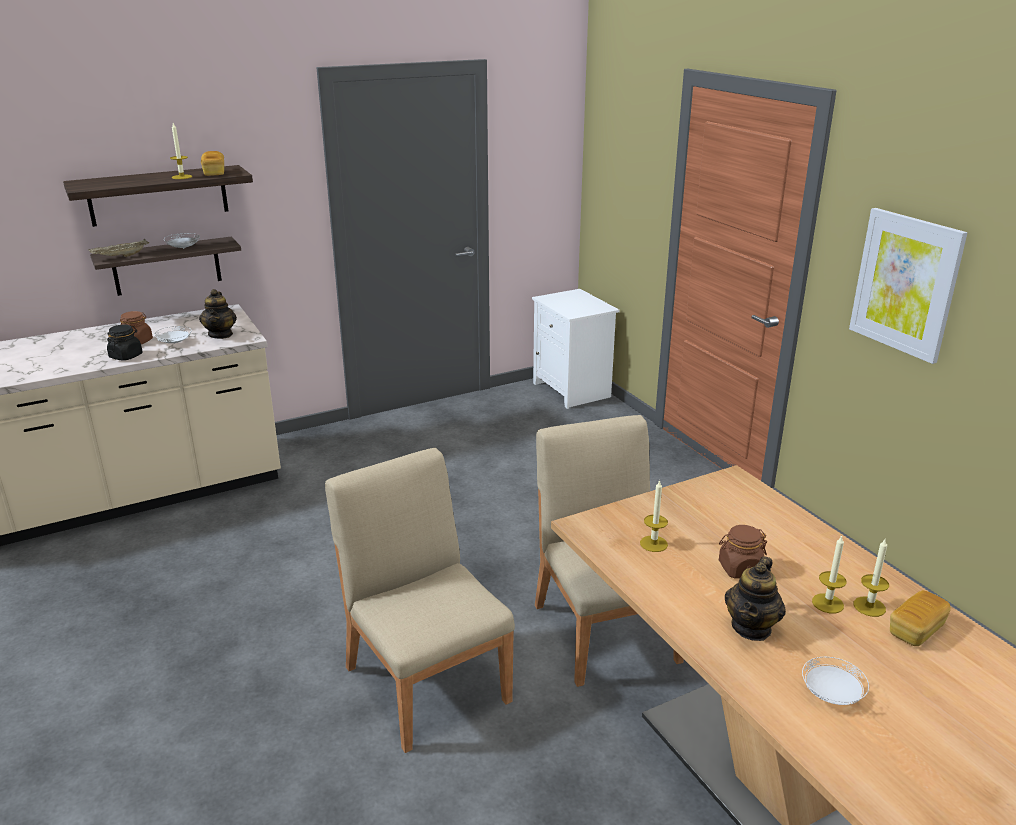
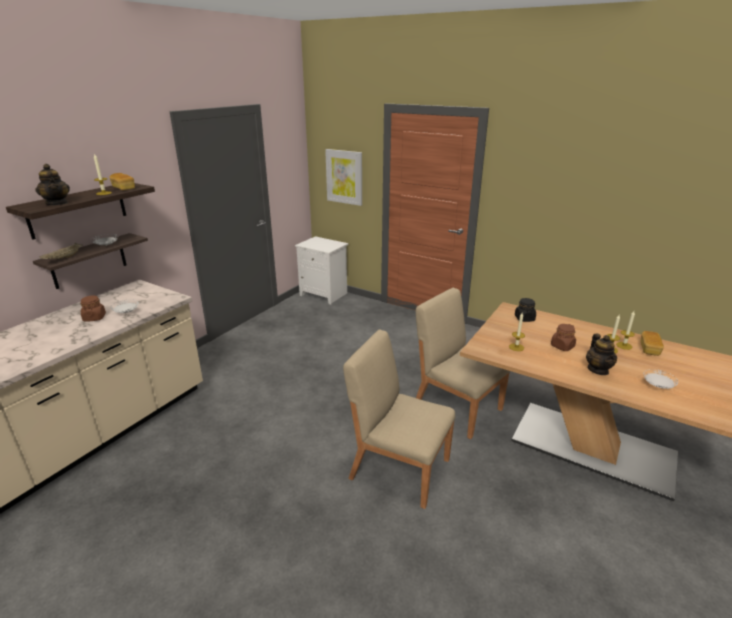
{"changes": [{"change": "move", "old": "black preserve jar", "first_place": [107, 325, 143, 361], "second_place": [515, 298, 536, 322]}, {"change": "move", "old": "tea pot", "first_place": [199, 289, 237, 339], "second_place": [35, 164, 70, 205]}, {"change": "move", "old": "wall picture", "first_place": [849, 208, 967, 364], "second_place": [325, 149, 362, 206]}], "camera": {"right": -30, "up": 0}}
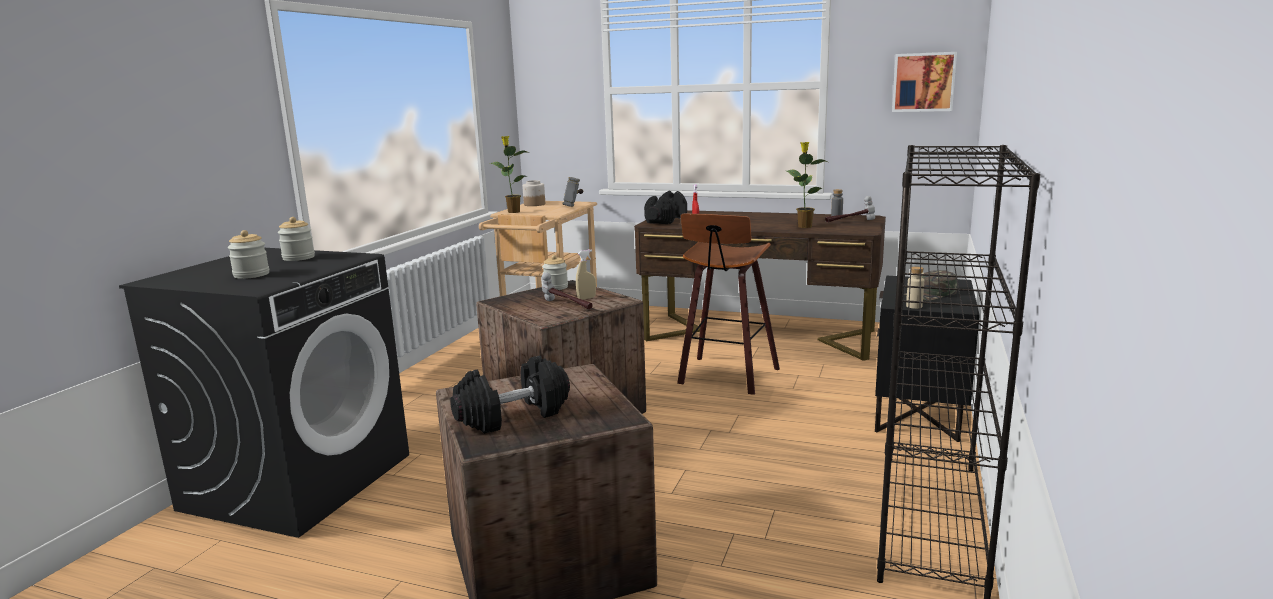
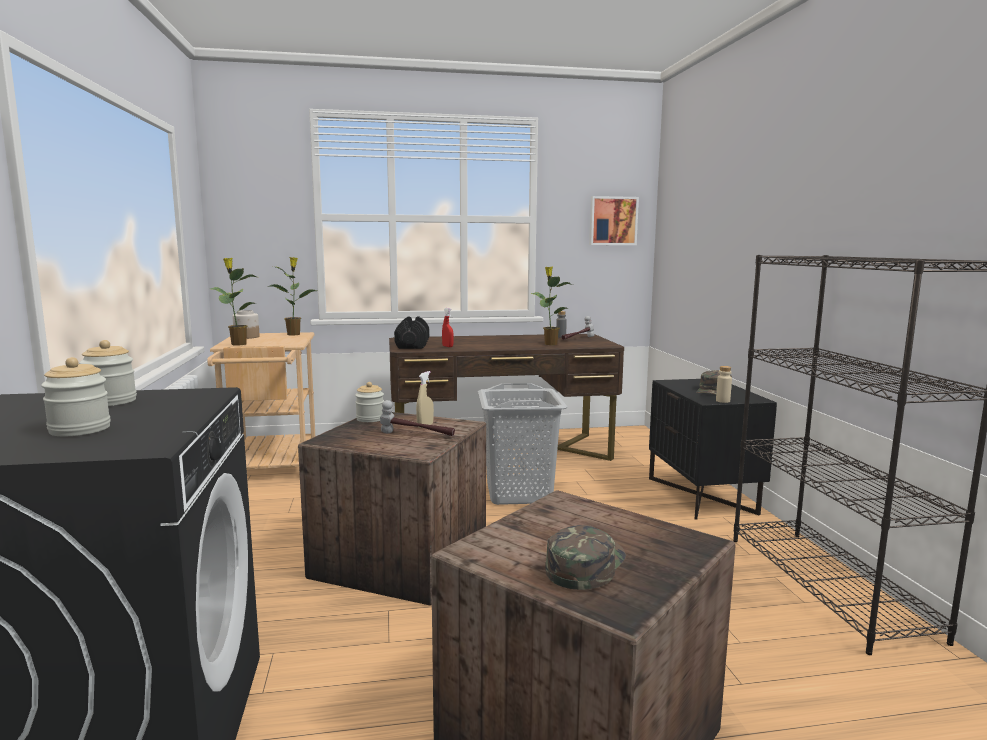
{"changes": [{"change": "replace", "old": "black free weight", "new": "green cap", "first_place": [450, 355, 570, 434], "second_place": [545, 525, 626, 590]}, {"change": "replace", "old": "tool hammer", "new": "plant in a pot", "first_place": [562, 177, 583, 207], "second_place": [270, 257, 316, 335]}, {"change": "replace", "old": "stool seat", "new": "greyish hamper", "first_place": [677, 213, 780, 395], "second_place": [478, 383, 567, 505]}], "camera": {"right": -30, "up": -5}}
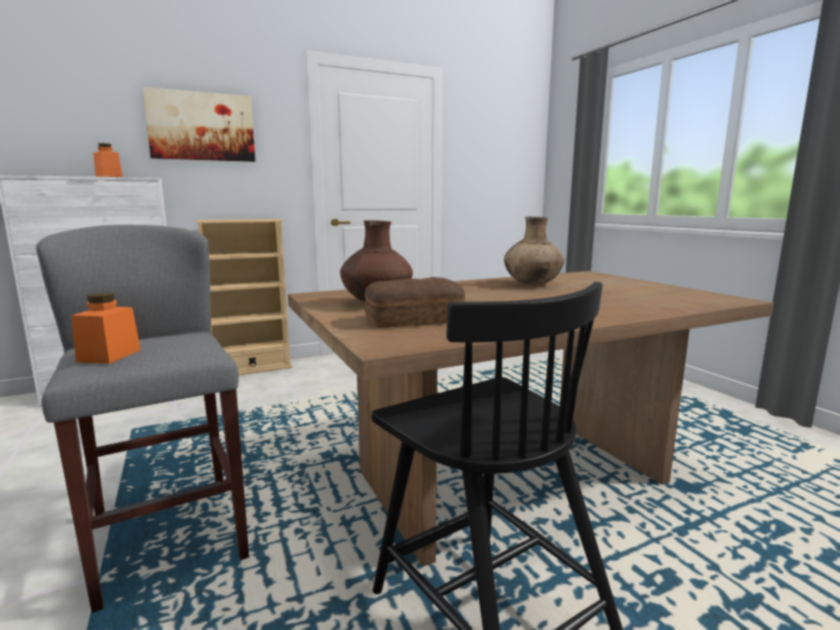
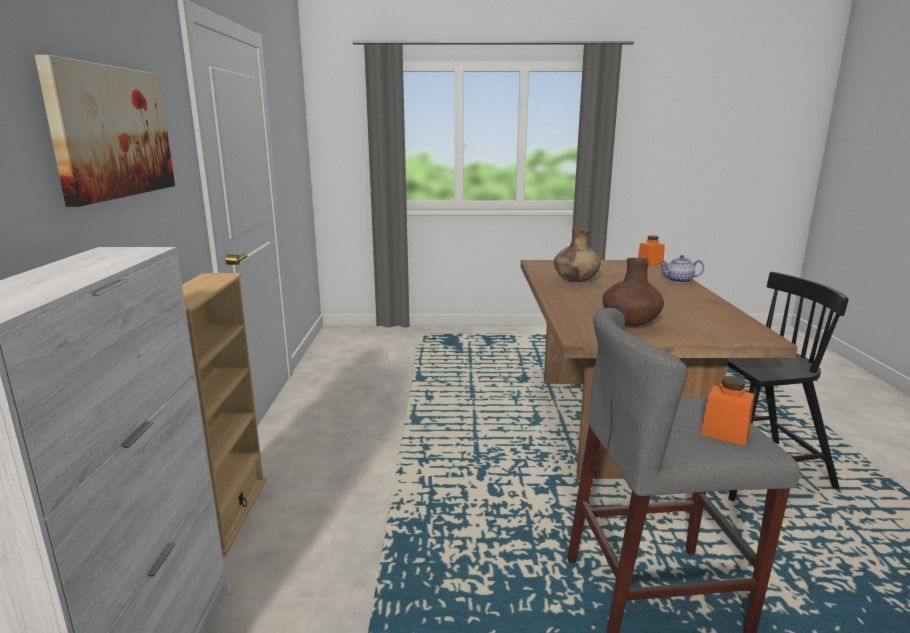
{"changes": [{"change": "move", "old": "orange preserve jar", "first_place": [93, 143, 123, 177], "second_place": [638, 236, 665, 267]}, {"change": "delete", "old": "baked bread", "first_place": [365, 277, 465, 328]}, {"change": "insert", "new": "tea pot", "second_place": [659, 255, 704, 283]}], "camera": {"right": -65, "up": 5}}
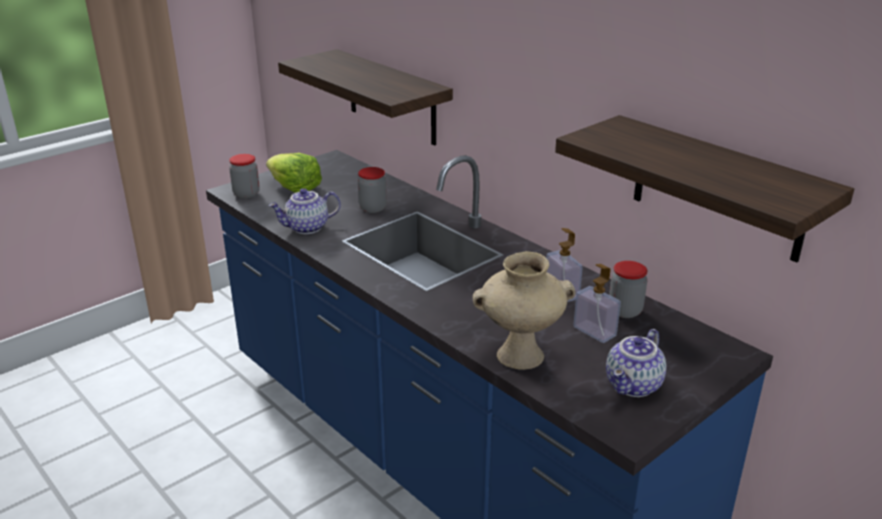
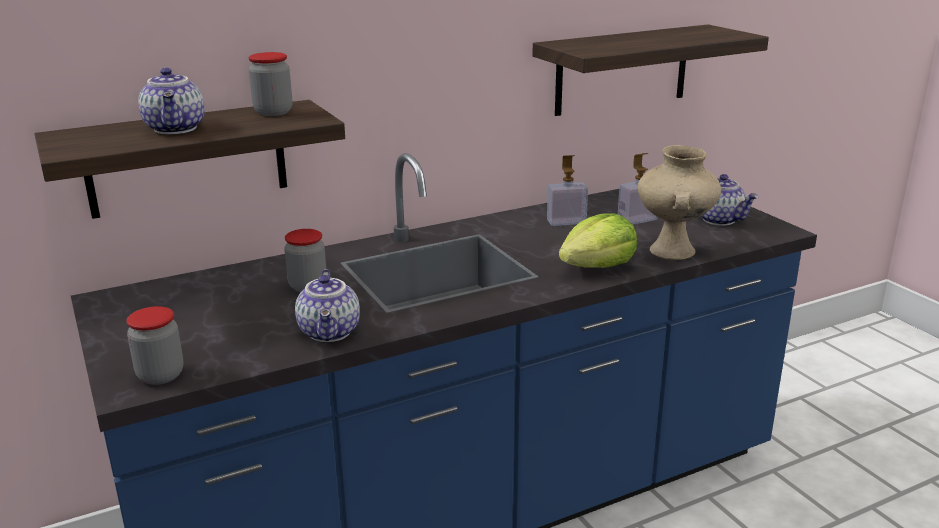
{"changes": [{"change": "move", "old": "head of lettuce", "first_place": [266, 153, 322, 193], "second_place": [559, 213, 637, 268]}, {"change": "move", "old": "preserve jar", "first_place": [609, 261, 647, 318], "second_place": [249, 52, 292, 116]}, {"change": "insert", "new": "tea pot", "second_place": [138, 68, 205, 134]}], "camera": {"right": -75, "up": -5}}
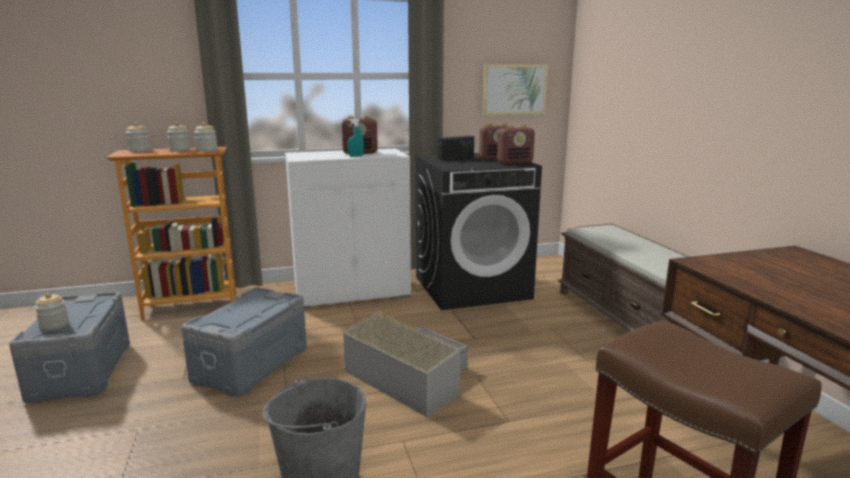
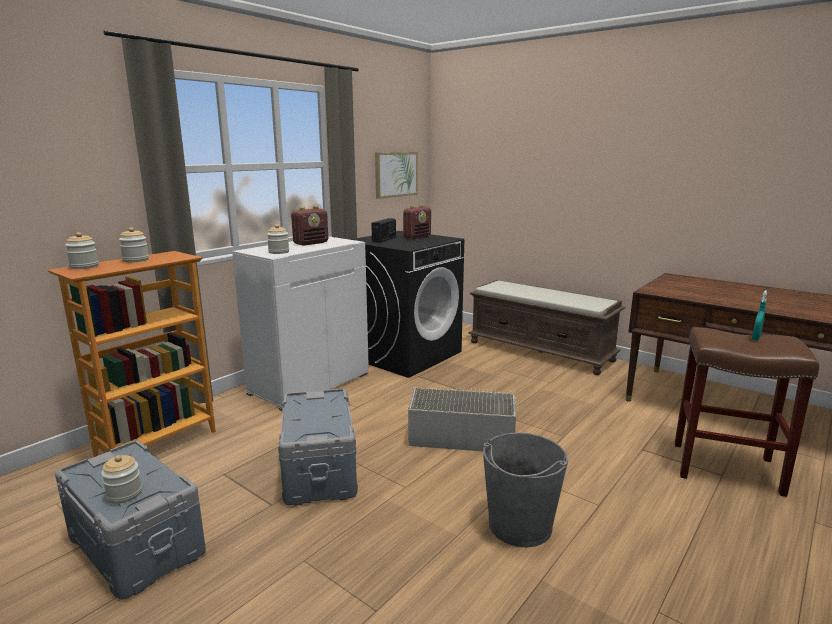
{"changes": [{"change": "move", "old": "preserve jar", "first_place": [194, 122, 218, 152], "second_place": [267, 224, 289, 254]}, {"change": "move", "old": "blue-green spray bottle", "first_place": [347, 119, 364, 157], "second_place": [752, 291, 767, 340]}, {"change": "delete", "old": "radio", "first_place": [497, 125, 535, 164]}], "camera": {"right": -35, "up": 0}}
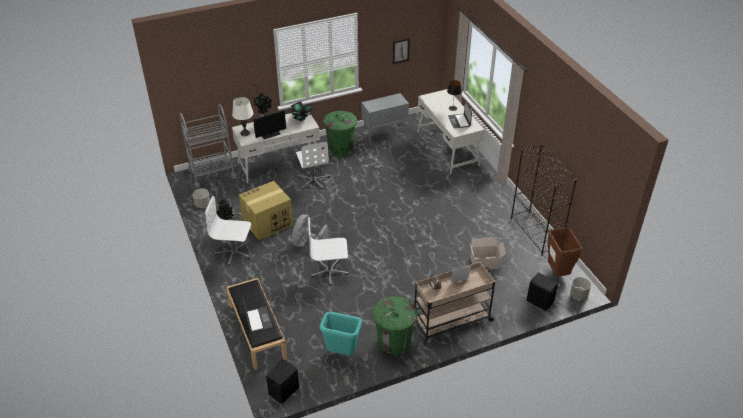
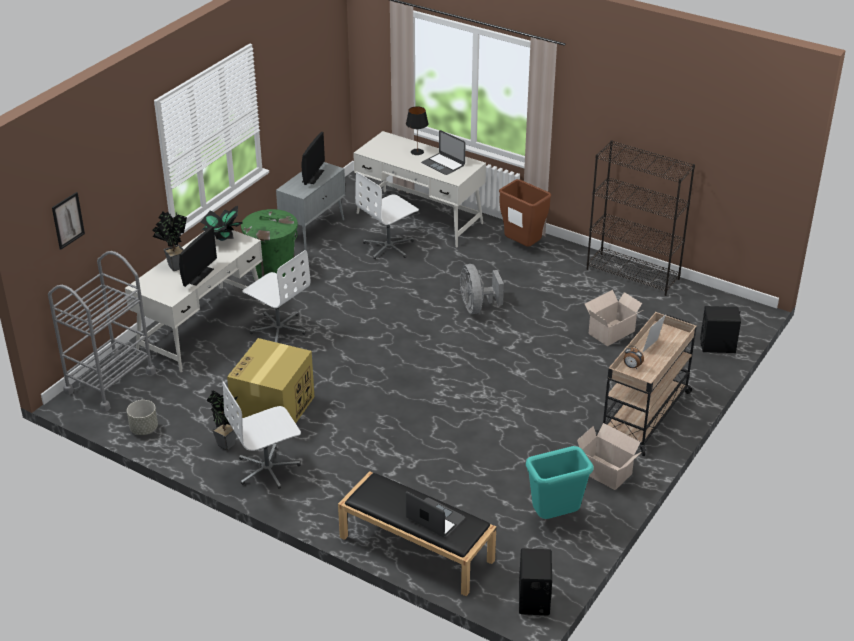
{"changes": [{"change": "delete", "old": "white tabletop lamp", "first_place": [232, 97, 253, 136]}, {"change": "move", "old": "greyish cooling fan", "first_place": [292, 214, 328, 247], "second_place": [460, 264, 504, 314]}, {"change": "move", "old": "white computer chair", "first_place": [308, 217, 349, 285], "second_place": [355, 172, 419, 259]}, {"change": "replace", "old": "green waste bin", "new": "carton", "first_place": [373, 296, 417, 356], "second_place": [577, 423, 641, 490]}, {"change": "move", "old": "wall picture", "first_place": [393, 38, 410, 64], "second_place": [52, 192, 85, 250]}, {"change": "move", "old": "brownish waste bin", "first_place": [548, 227, 582, 277], "second_place": [499, 179, 551, 247]}, {"change": "delete", "old": "greyish flower pot", "first_place": [570, 277, 591, 300]}, {"change": "insert", "new": "computer screen", "second_place": [301, 132, 325, 185]}], "camera": {"right": -35, "up": -5}}
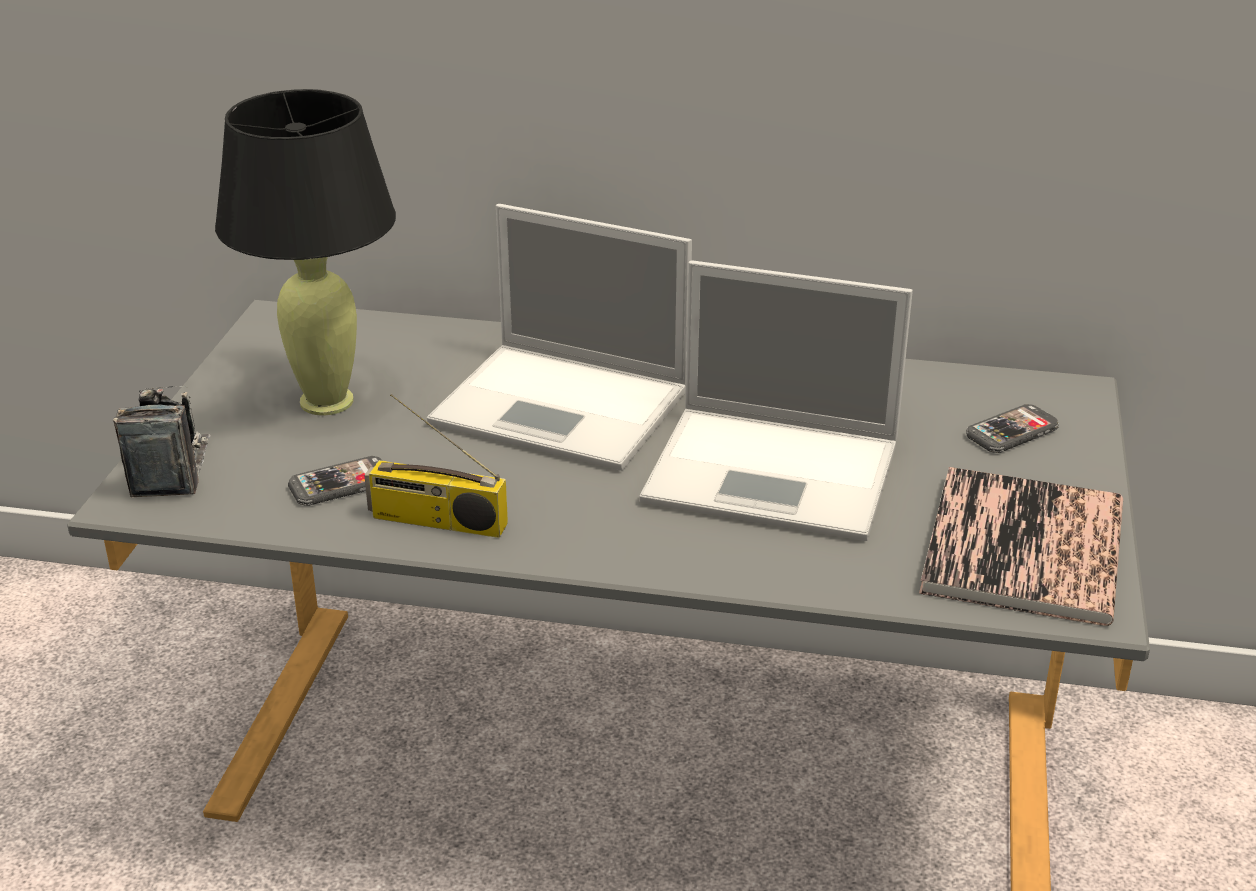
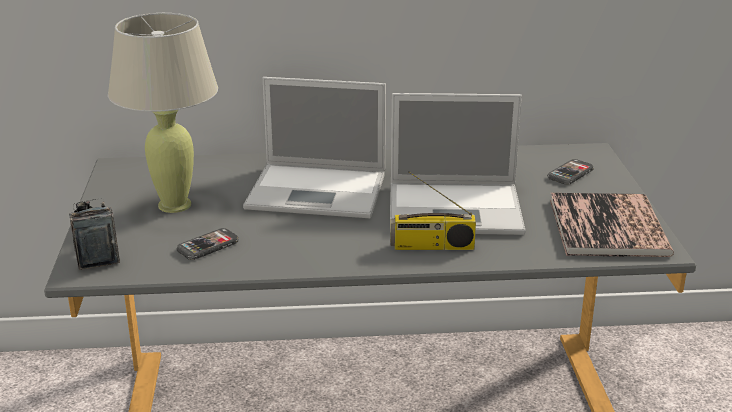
{"changes": [{"change": "recolor", "old": "black tabletop lamp", "new": "beige-coloured tabletop lamp", "first_place": [215, 89, 396, 416], "second_place": [108, 13, 218, 213]}, {"change": "move", "old": "radio", "first_place": [364, 394, 508, 538], "second_place": [390, 171, 476, 250]}], "camera": {"right": -15, "up": -5}}
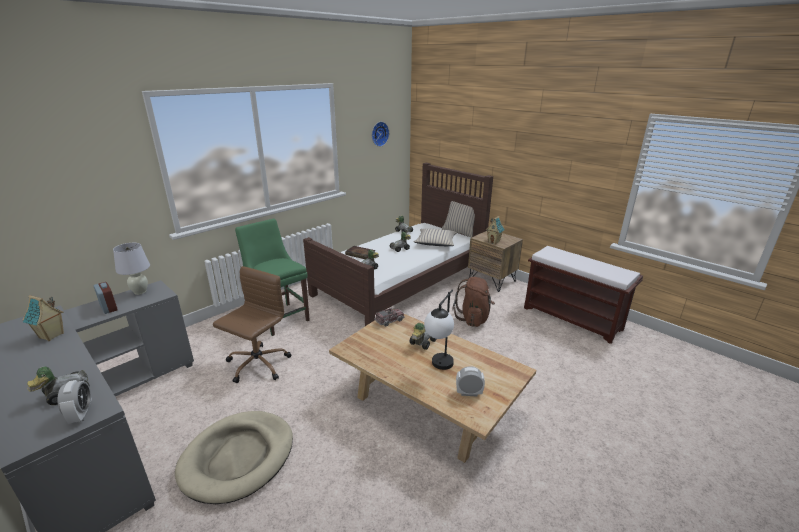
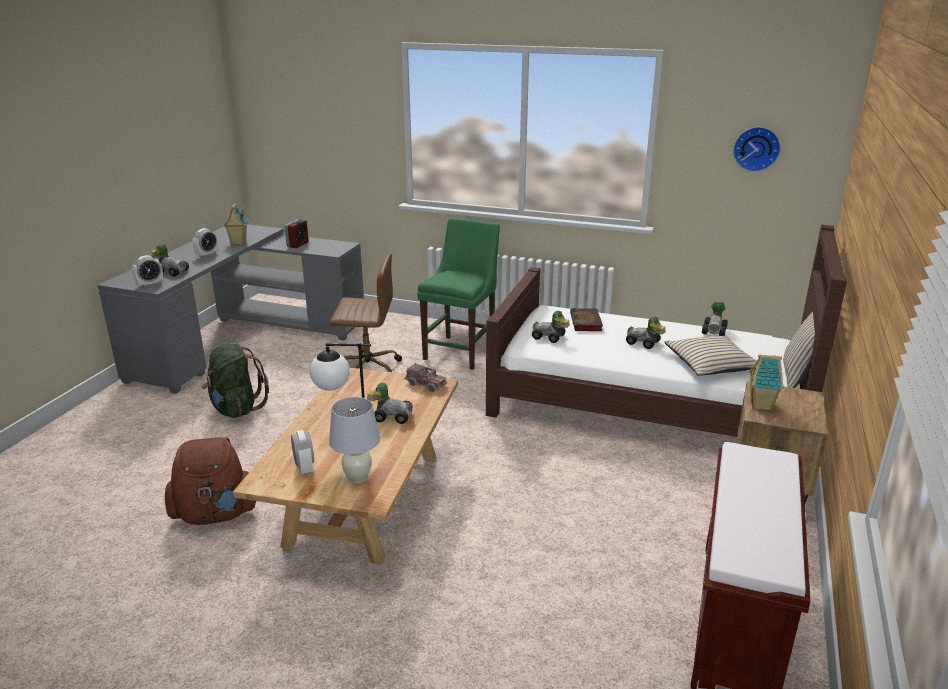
{"changes": [{"change": "move", "old": "white tabletop lamp", "first_place": [113, 243, 150, 295], "second_place": [329, 397, 380, 483]}, {"change": "replace", "old": "beige-coloured pet bed", "new": "green knapsack", "first_place": [175, 411, 293, 504], "second_place": [202, 343, 269, 418]}, {"change": "move", "old": "brownish knapsack", "first_place": [452, 277, 495, 327], "second_place": [165, 438, 256, 525]}, {"change": "insert", "new": "alarm clock", "second_place": [192, 228, 218, 258]}], "camera": {"right": 65, "up": 0}}
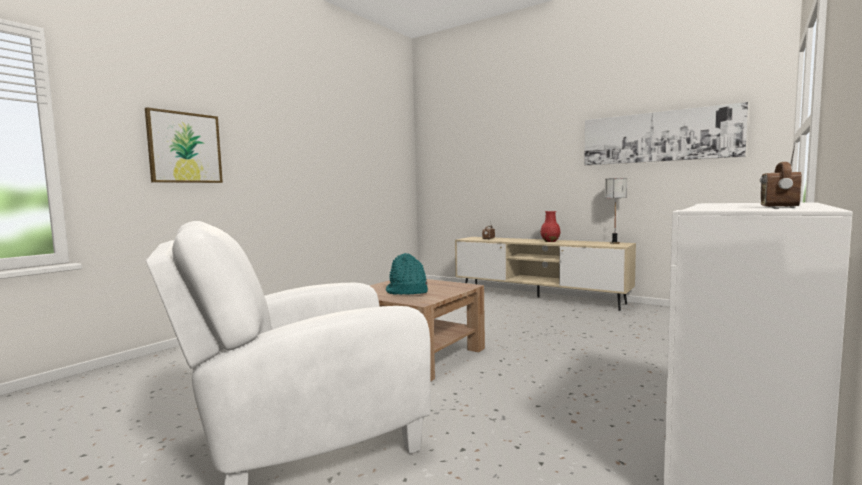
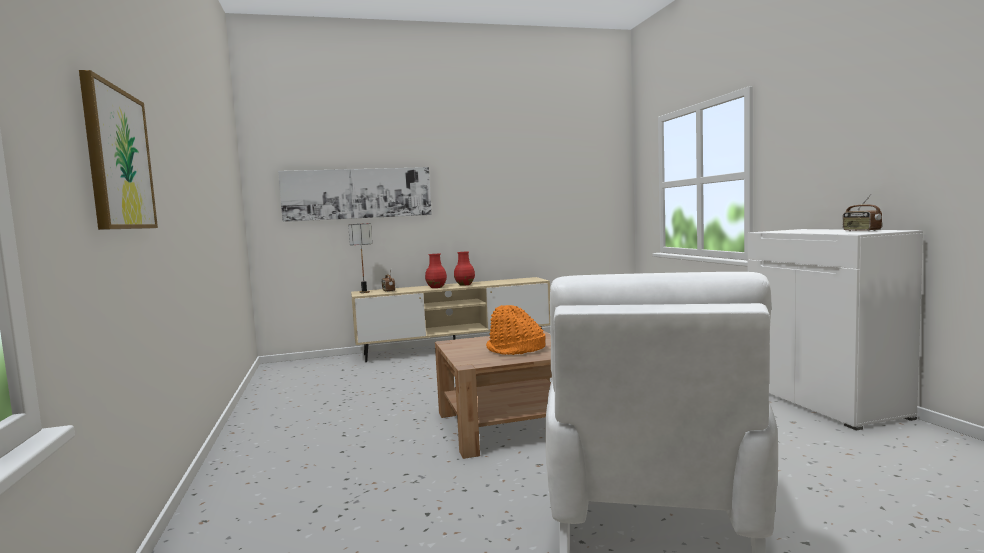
{"changes": [{"change": "recolor", "old": "blue-green clothing hat", "new": "orange clothing hat", "first_place": [386, 253, 428, 295], "second_place": [486, 305, 546, 355]}, {"change": "move", "old": "wall picture", "first_place": [584, 102, 748, 165], "second_place": [278, 167, 432, 222]}, {"change": "move", "old": "tabletop lamp", "first_place": [605, 178, 627, 244], "second_place": [348, 223, 372, 293]}, {"change": "insert", "new": "reddish decorative vase", "second_place": [425, 254, 447, 288]}], "camera": {"right": -50, "up": 0}}
